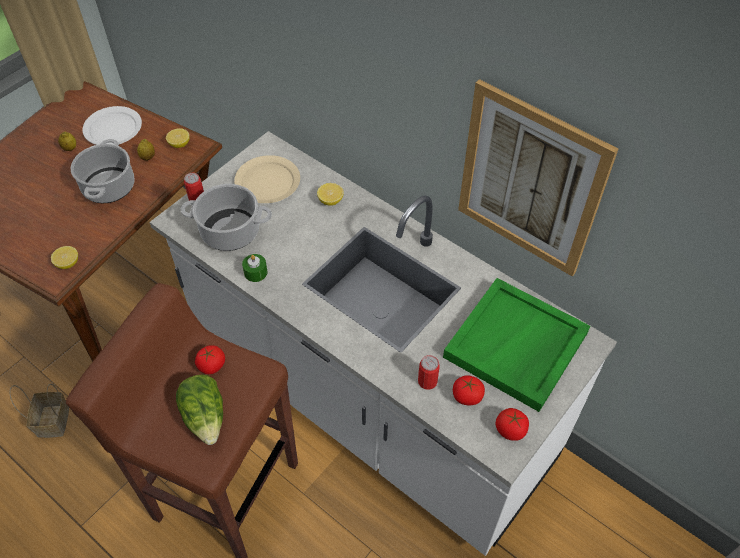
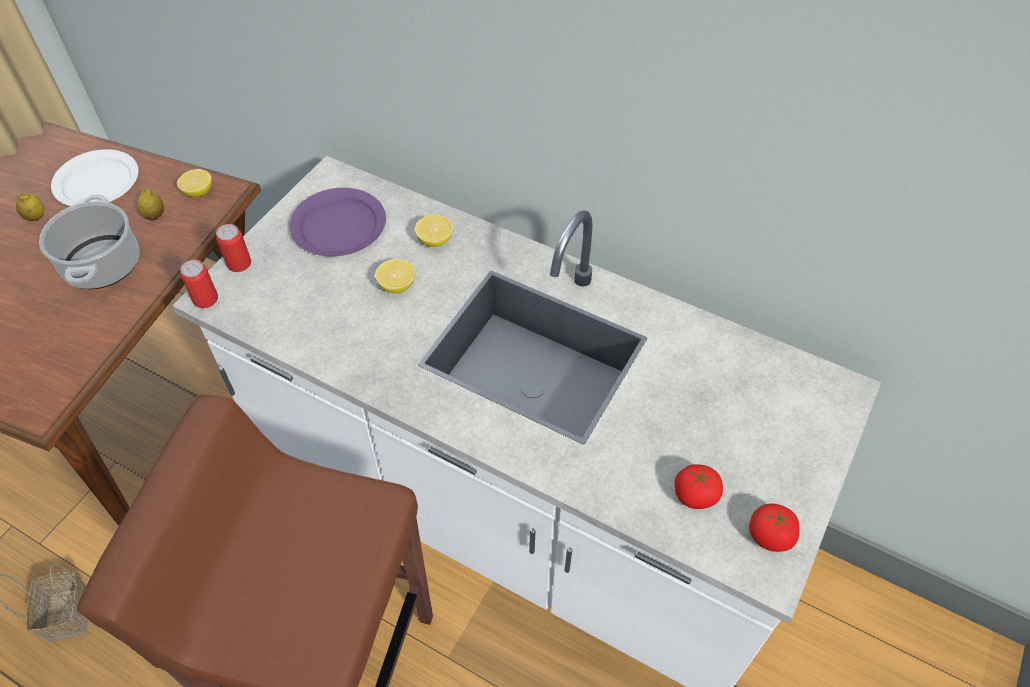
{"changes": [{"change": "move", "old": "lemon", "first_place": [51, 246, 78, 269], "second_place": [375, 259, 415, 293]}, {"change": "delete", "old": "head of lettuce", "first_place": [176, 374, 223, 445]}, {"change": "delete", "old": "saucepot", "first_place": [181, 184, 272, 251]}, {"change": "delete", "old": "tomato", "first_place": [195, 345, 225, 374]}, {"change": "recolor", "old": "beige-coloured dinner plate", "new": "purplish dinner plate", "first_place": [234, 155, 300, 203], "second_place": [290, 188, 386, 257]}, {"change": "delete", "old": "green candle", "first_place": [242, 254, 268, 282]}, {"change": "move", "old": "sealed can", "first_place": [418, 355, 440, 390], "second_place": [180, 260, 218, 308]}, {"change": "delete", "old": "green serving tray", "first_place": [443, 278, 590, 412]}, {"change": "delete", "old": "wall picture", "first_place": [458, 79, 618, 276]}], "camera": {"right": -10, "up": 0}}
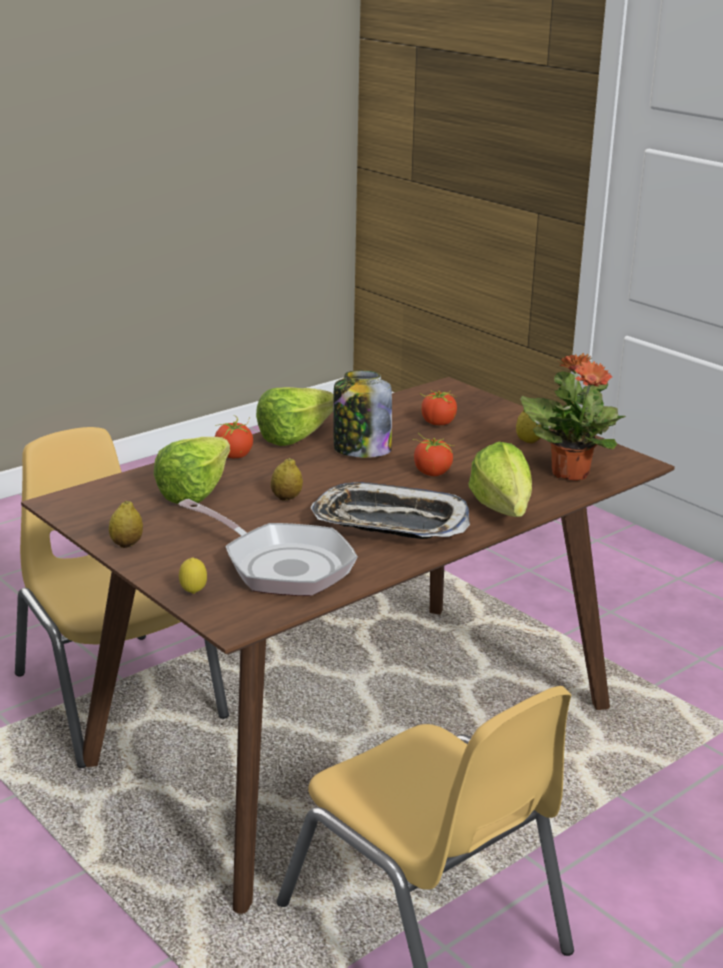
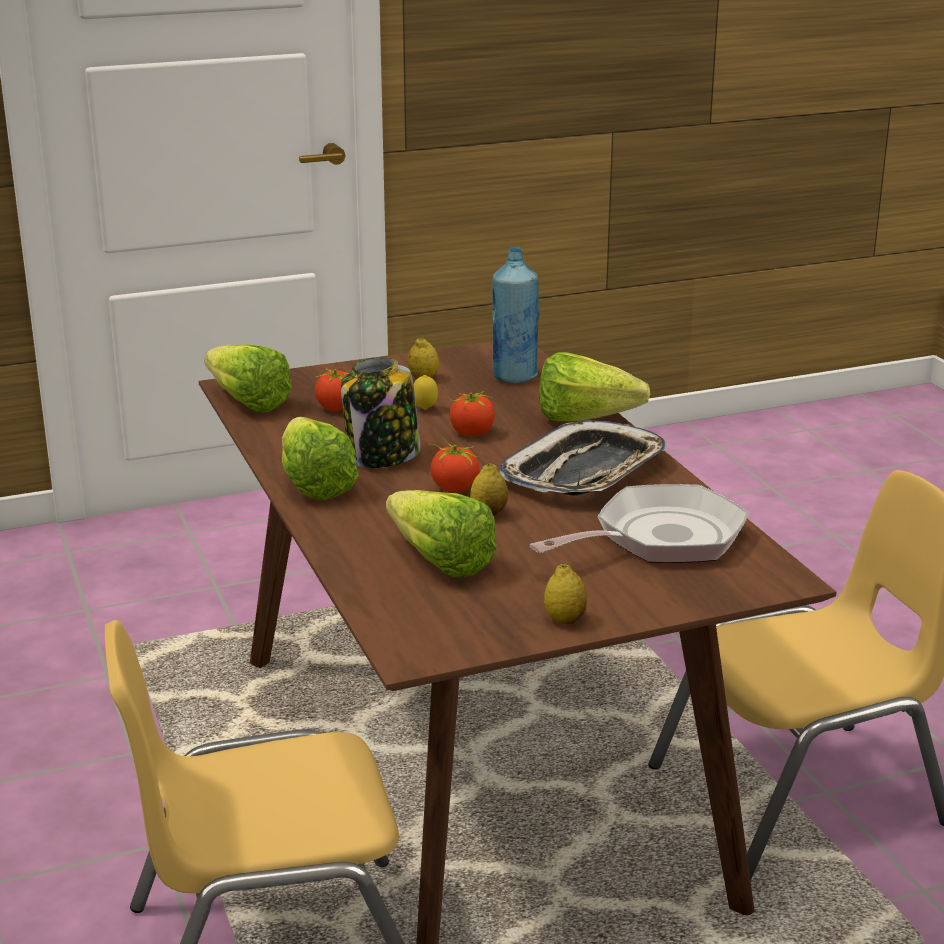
{"changes": [{"change": "move", "old": "lemon", "first_place": [179, 557, 207, 594], "second_place": [414, 375, 438, 410]}, {"change": "move", "old": "tomato", "first_place": [215, 416, 253, 458], "second_place": [429, 436, 479, 493]}, {"change": "replace", "old": "plant in a pot", "new": "blue drink bottle", "first_place": [520, 353, 626, 481], "second_place": [492, 247, 539, 384]}, {"change": "insert", "new": "head of lettuce", "second_place": [204, 344, 292, 412]}], "camera": {"right": -70, "up": 0}}
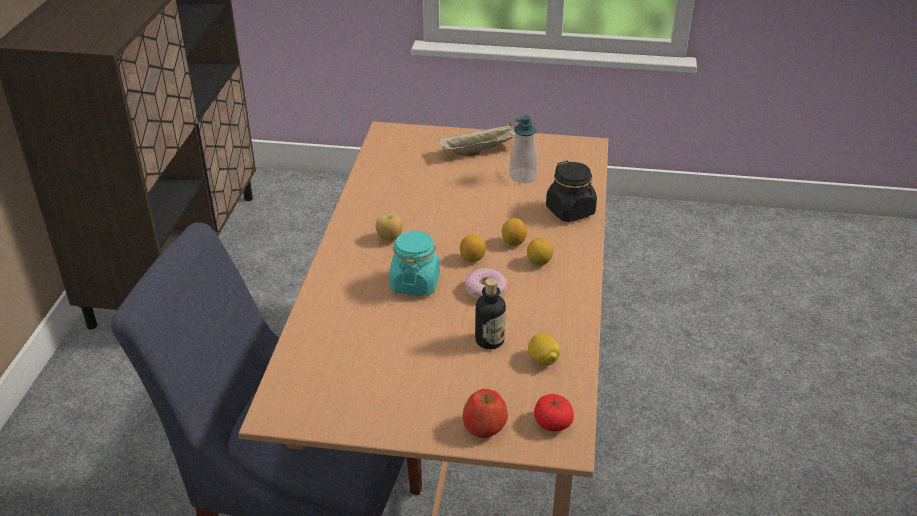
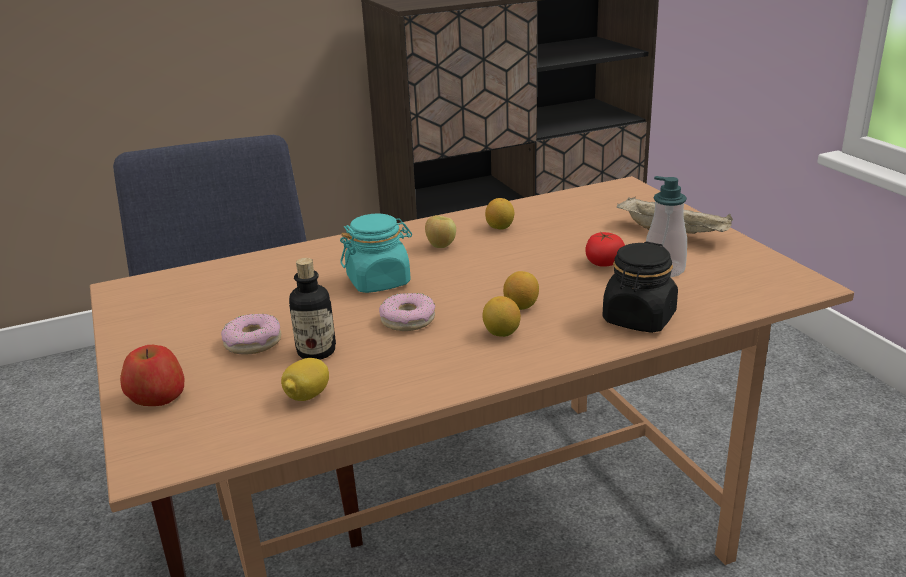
{"changes": [{"change": "move", "old": "lemon", "first_place": [460, 234, 486, 262], "second_place": [485, 198, 515, 229]}, {"change": "move", "old": "tomato", "first_place": [534, 394, 574, 431], "second_place": [585, 232, 625, 267]}, {"change": "insert", "new": "ring doughnut", "second_place": [221, 314, 281, 355]}], "camera": {"right": 60, "up": -10}}
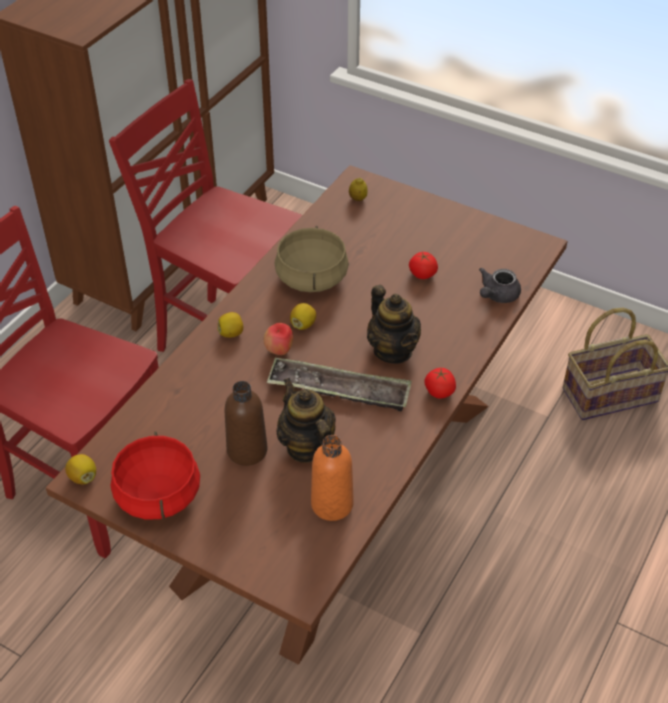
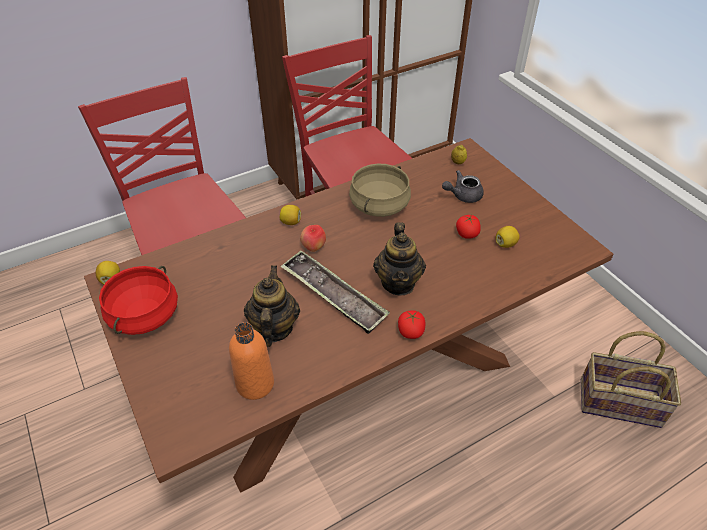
{"changes": [{"change": "delete", "old": "brownish drink bottle", "first_place": [224, 381, 267, 466]}, {"change": "move", "old": "lemon", "first_place": [290, 303, 316, 330], "second_place": [496, 226, 520, 248]}, {"change": "move", "old": "greyish tea pot", "first_place": [479, 268, 521, 303], "second_place": [442, 170, 484, 203]}], "camera": {"right": 30, "up": 0}}
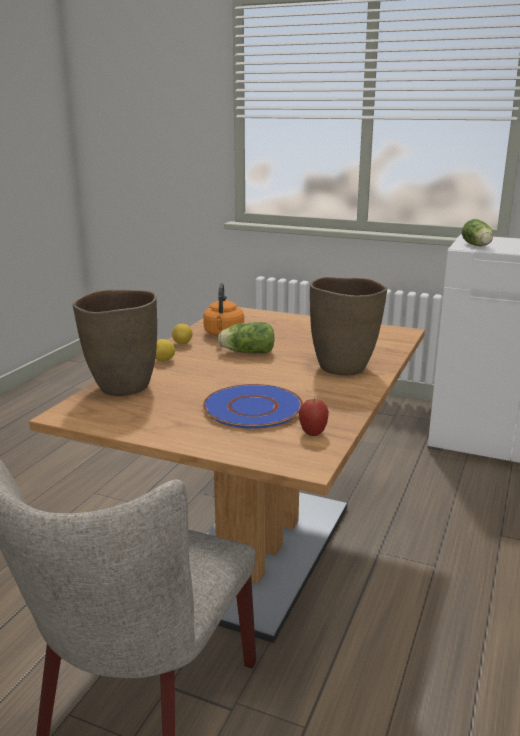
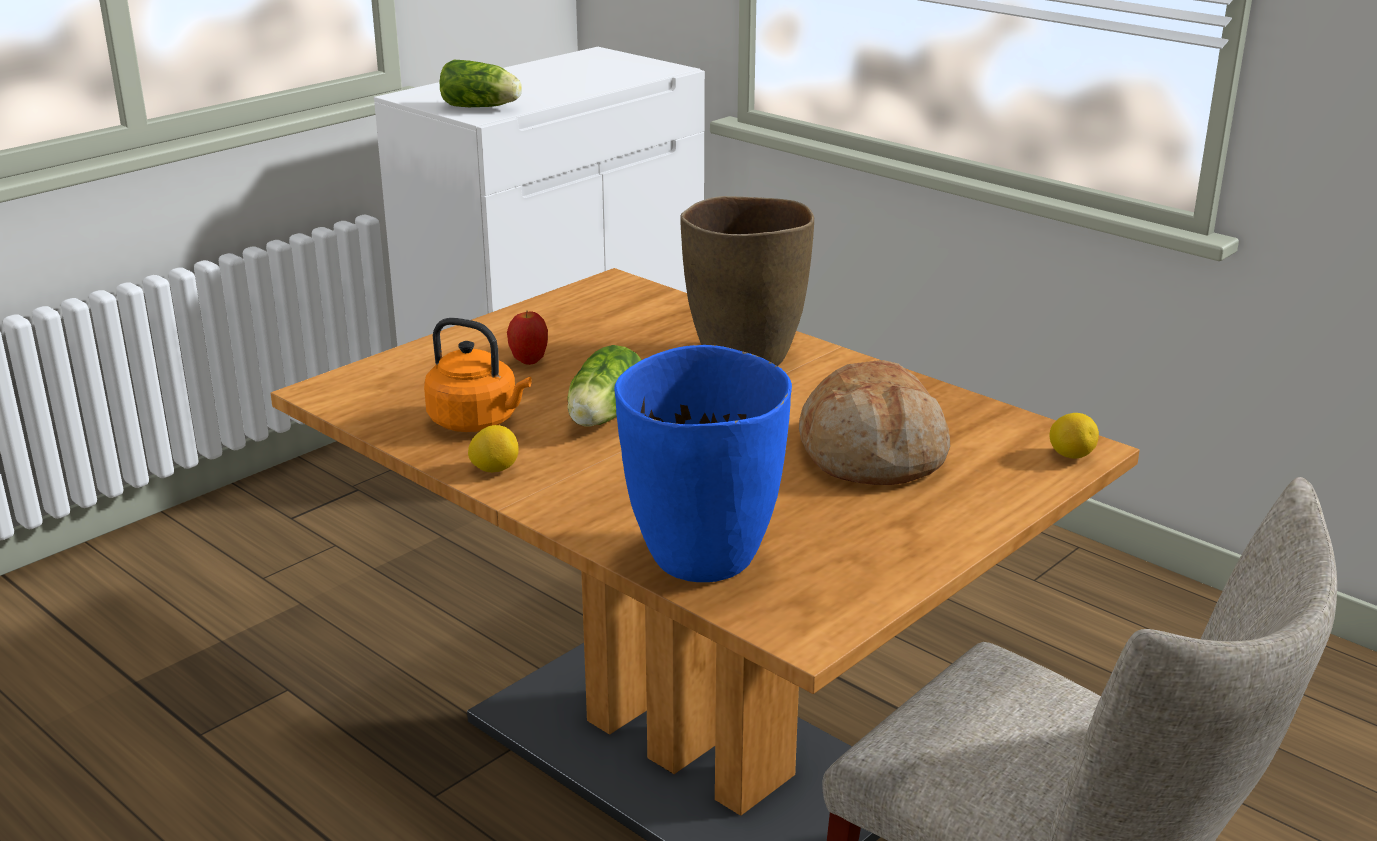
{"changes": [{"change": "recolor", "old": "brownish decorative vase", "new": "blue decorative vase", "first_place": [73, 290, 157, 396], "second_place": [614, 345, 792, 582]}, {"change": "move", "old": "lemon", "first_place": [155, 339, 175, 361], "second_place": [1049, 413, 1099, 458]}, {"change": "replace", "old": "blue dinner plate", "new": "baked bread", "first_place": [203, 384, 303, 429], "second_place": [799, 360, 950, 485]}, {"change": "move", "old": "whole apple", "first_place": [299, 398, 329, 436], "second_place": [507, 311, 548, 365]}], "camera": {"right": -70, "up": 5}}
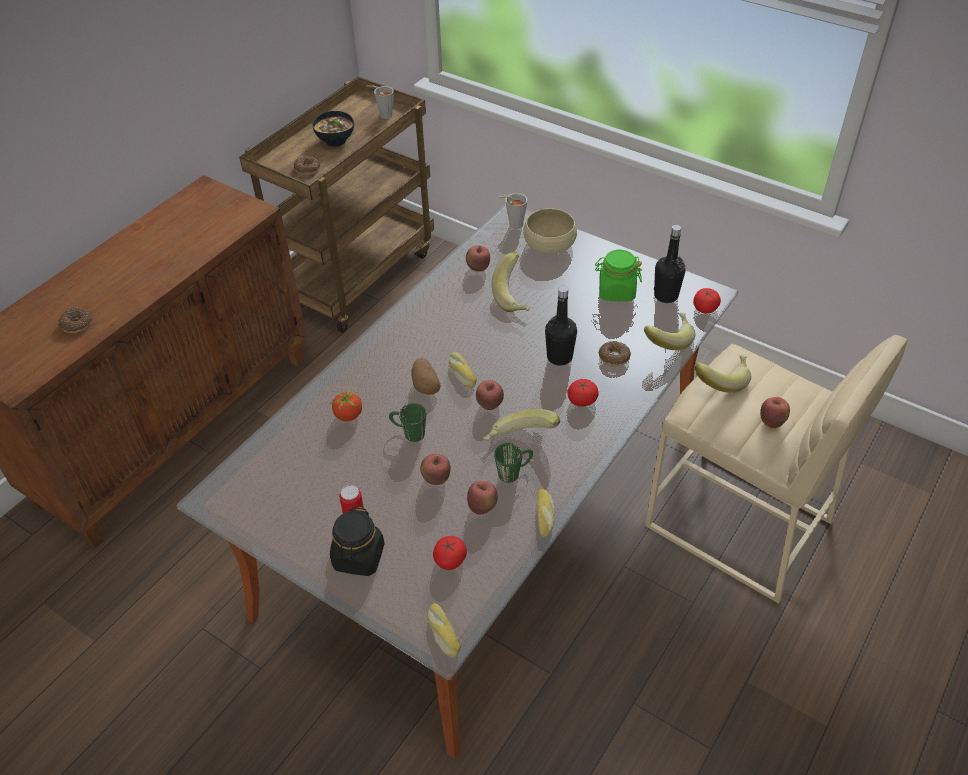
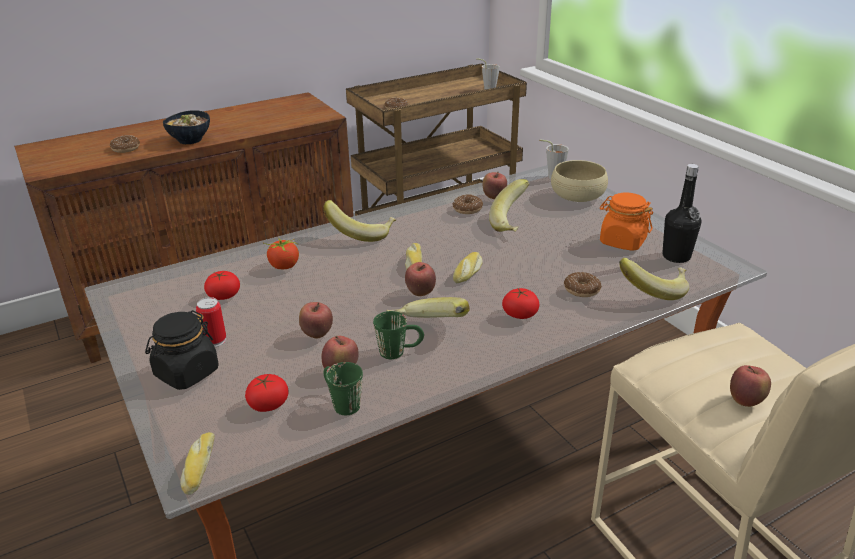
{"changes": [{"change": "move", "old": "serving bowl", "first_place": [312, 111, 354, 146], "second_place": [163, 110, 210, 144]}, {"change": "move", "old": "green mug", "first_place": [389, 403, 426, 442], "second_place": [323, 362, 363, 415]}, {"change": "delete", "old": "whole potato", "first_place": [411, 358, 440, 395]}, {"change": "move", "old": "baked bread", "first_place": [536, 489, 555, 538], "second_place": [453, 252, 483, 283]}, {"change": "delete", "old": "black drink bottle", "first_place": [545, 286, 577, 366]}, {"change": "recolor", "old": "green preserve jar", "new": "orange preserve jar", "first_place": [595, 250, 642, 301], "second_place": [600, 192, 653, 251]}, {"change": "move", "old": "tomato", "first_place": [693, 288, 721, 314], "second_place": [204, 271, 240, 300]}, {"change": "move", "old": "banana", "first_place": [694, 355, 751, 393], "second_place": [323, 200, 396, 242]}, {"change": "insert", "new": "ring doughnut", "second_place": [452, 194, 483, 214]}], "camera": {"right": 25, "up": -15}}
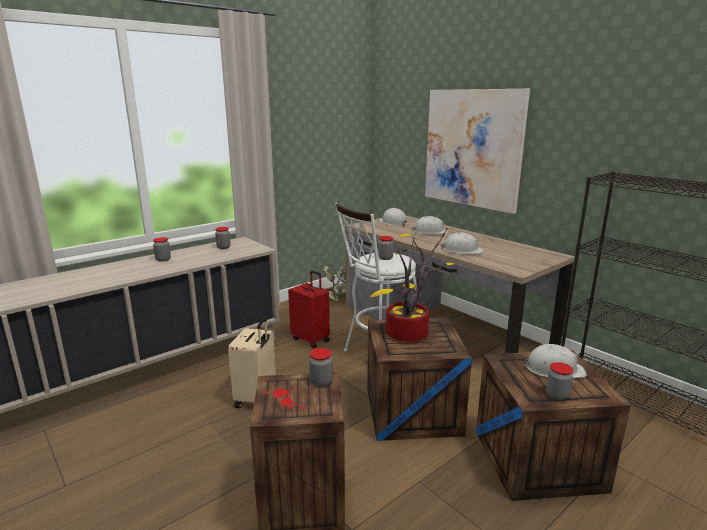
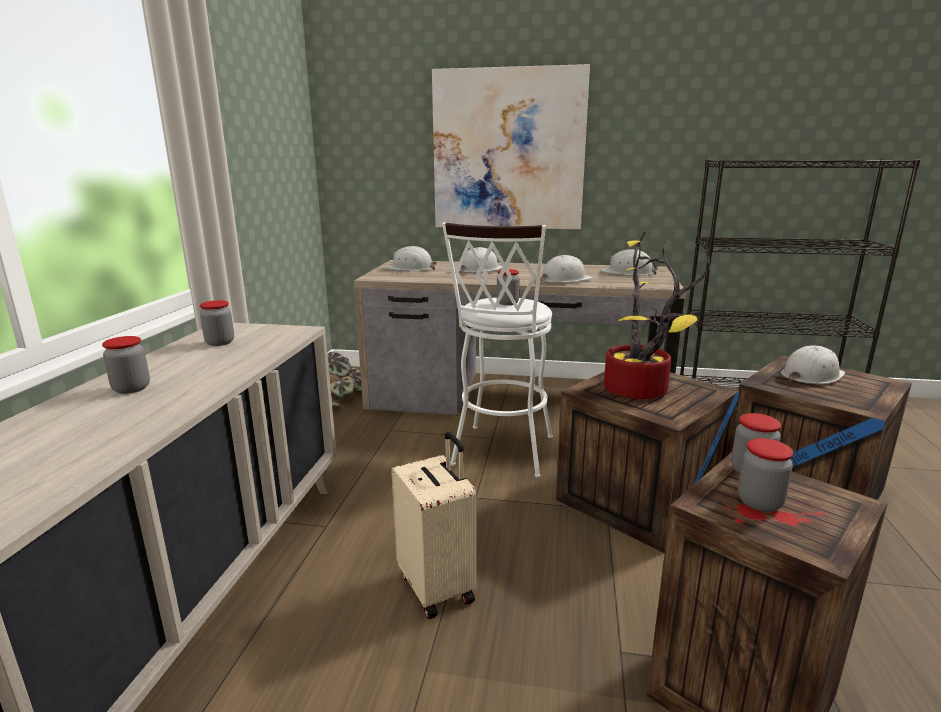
{"changes": [{"change": "delete", "old": "reddish suitcase", "first_place": [288, 271, 330, 349]}, {"change": "move", "old": "preserve jar", "first_place": [546, 362, 573, 400], "second_place": [738, 438, 794, 512]}, {"change": "insert", "new": "white work helmet", "second_place": [601, 249, 658, 276]}], "camera": {"right": -40, "up": 0}}
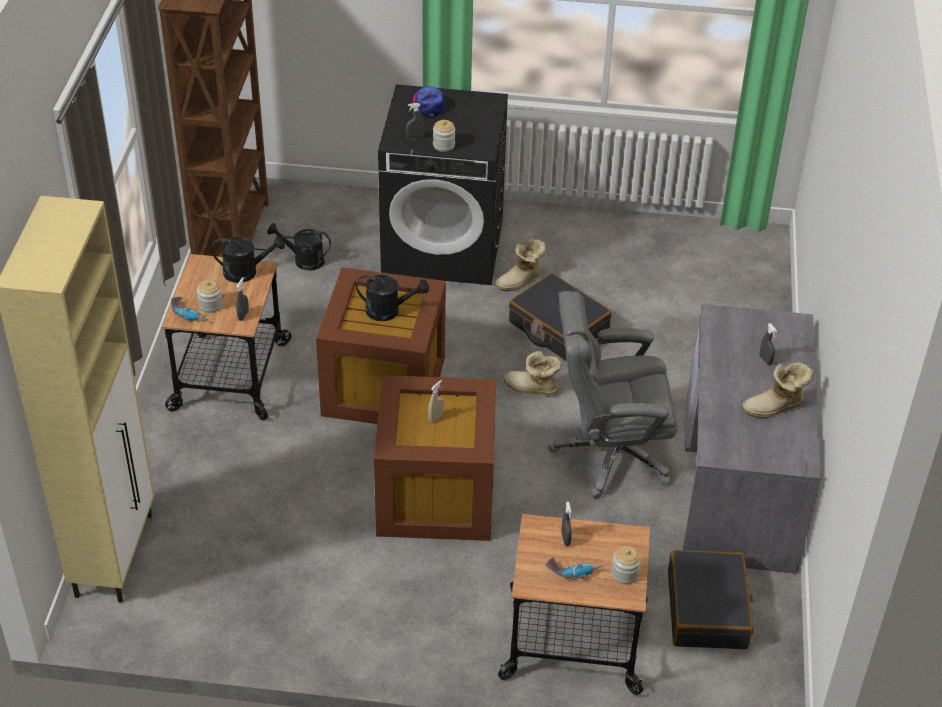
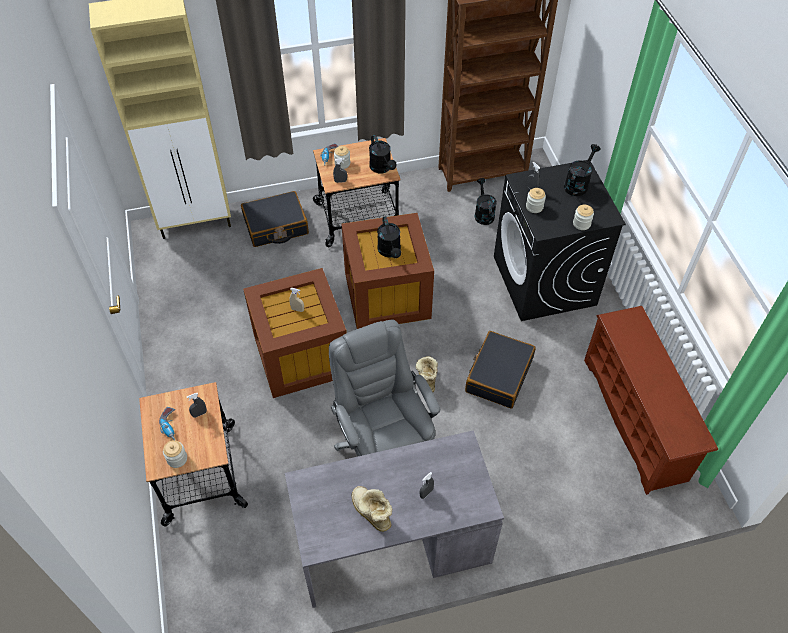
{"changes": [{"change": "replace", "old": "cap", "new": "black sprinkling can", "first_place": [413, 86, 445, 117], "second_place": [564, 144, 601, 196]}, {"change": "delete", "old": "tall boot", "first_place": [495, 239, 546, 291]}, {"change": "move", "old": "black suitcase", "first_place": [668, 550, 753, 650], "second_place": [241, 191, 309, 247]}, {"change": "insert", "new": "preserve jar", "second_place": [573, 205, 594, 230]}, {"change": "insert", "new": "brownish shoe shelf", "second_place": [584, 306, 718, 495]}], "camera": {"right": 70, "up": 10}}
